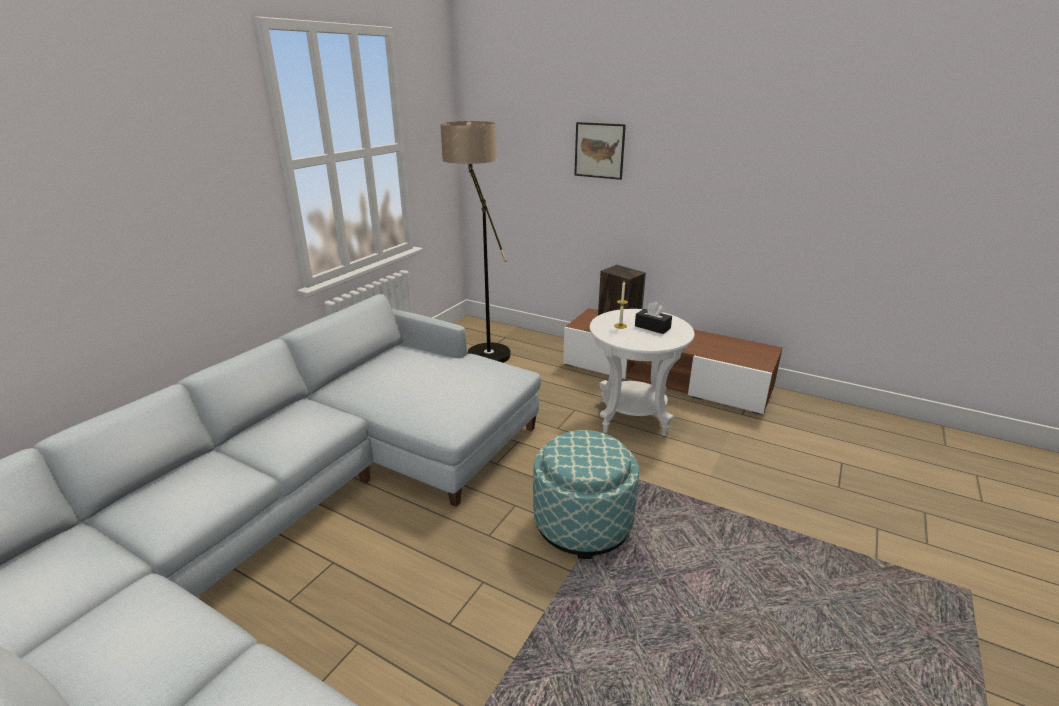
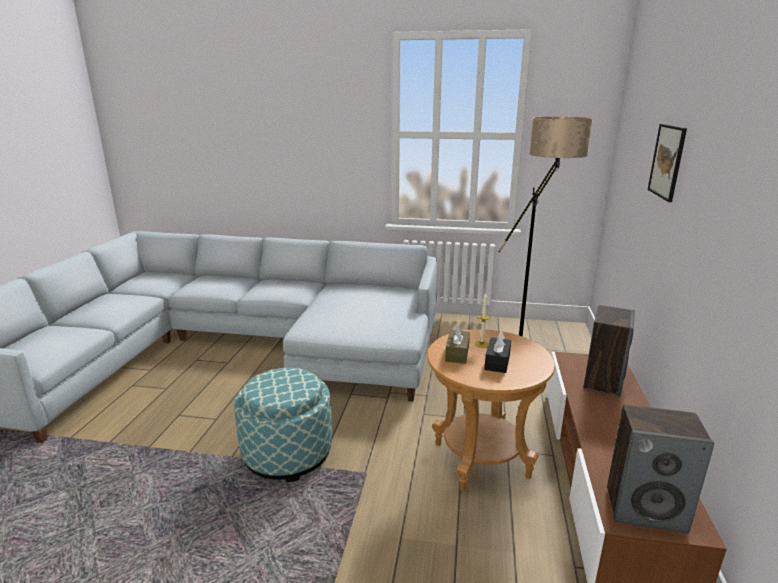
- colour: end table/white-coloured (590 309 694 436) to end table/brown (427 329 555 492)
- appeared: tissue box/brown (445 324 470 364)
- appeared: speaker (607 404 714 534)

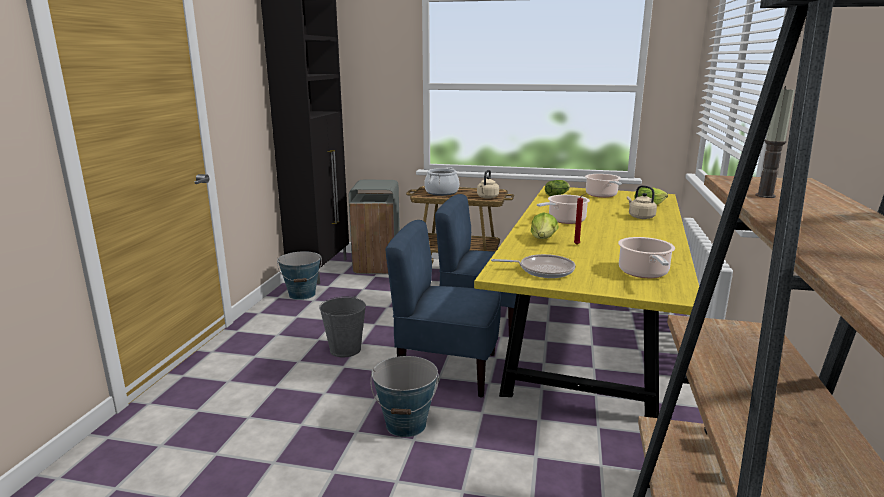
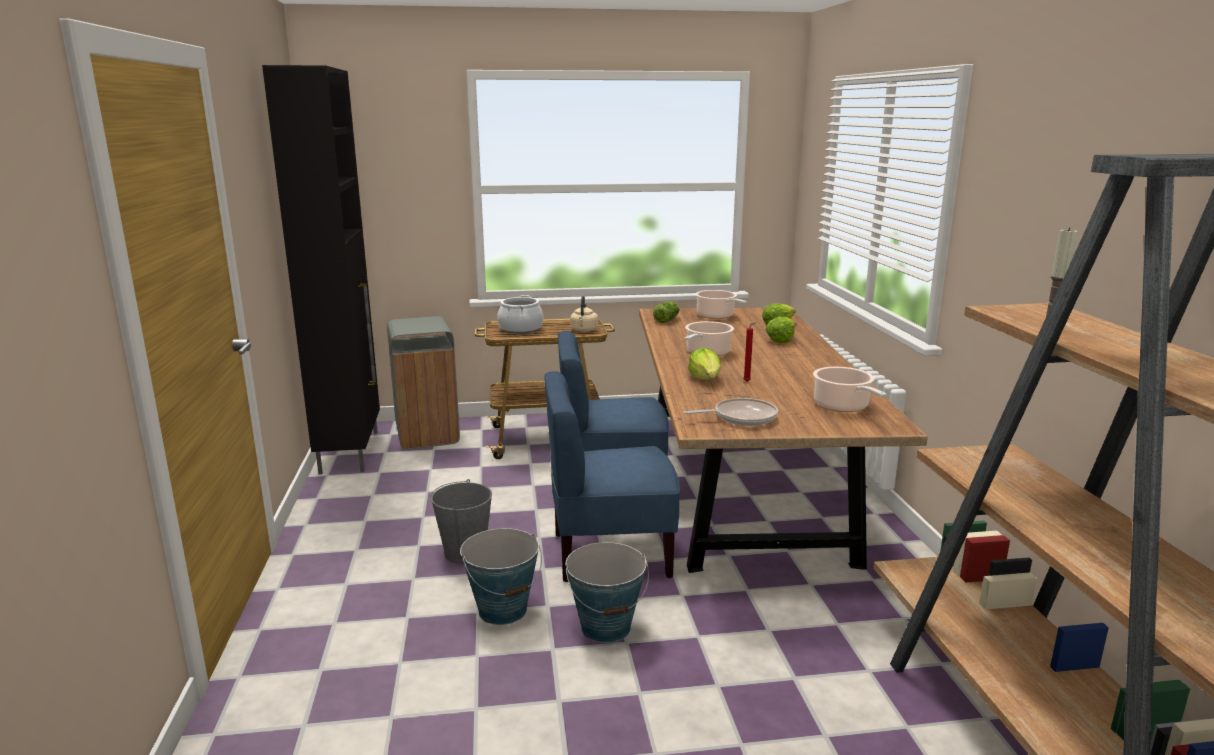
- relocated: bucket (277 252 322 300) to (460 528 542 625)
- colour: dinner table/yellow-coloured (474 186 699 418) to dinner table/brown (639 308 928 573)
- exchanged: water kettle/beige (627 185 657 219) to lettuce (765 317 795 343)

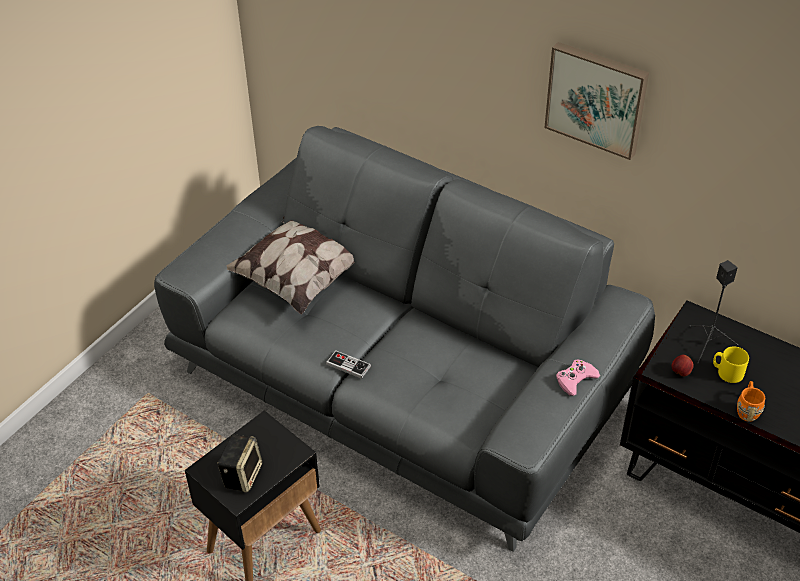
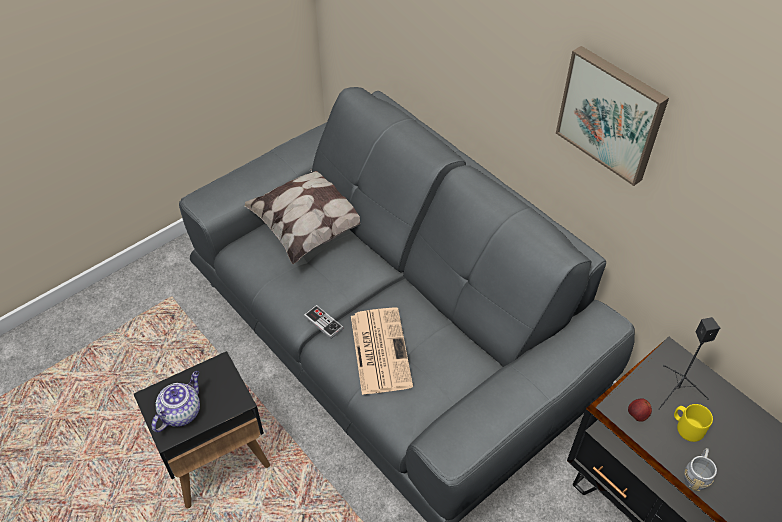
- exchanged: speaker (217 434 263 493) to pot for tea (152 371 200 432)
- missing: joypad/pinkish (556 359 600 396)
- colour: tea mug/orange-coloured (737 381 765 422) to tea mug/grey (684 448 717 491)
- appeared: daily paper (351 307 413 395)

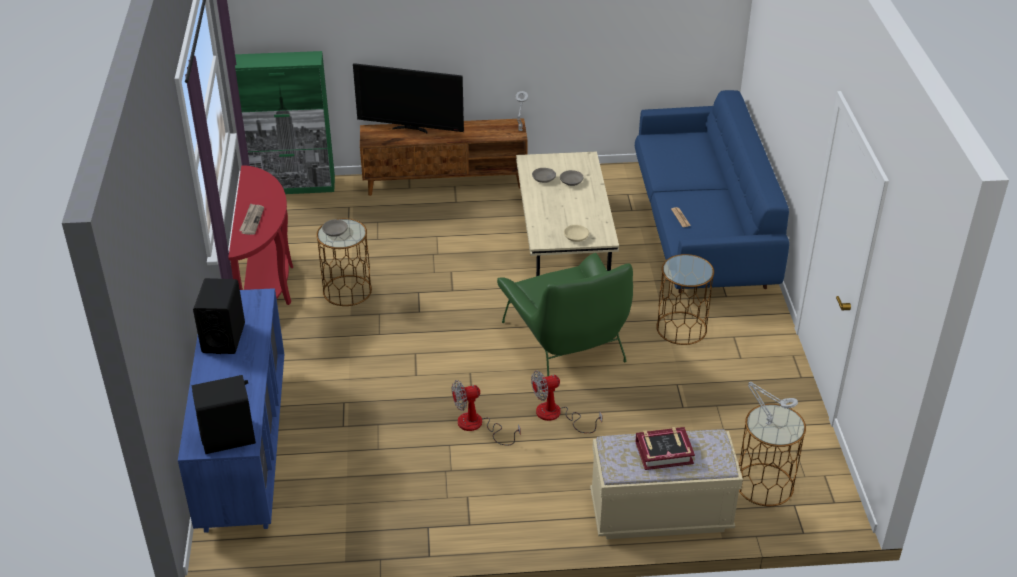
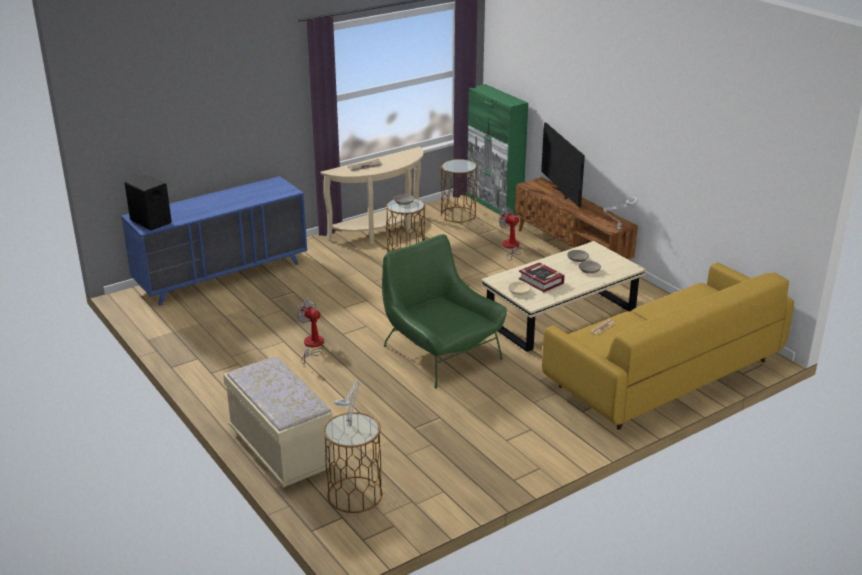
- missing: speaker/blackish (193 278 245 354)
- colour: narrow table/red (228 165 293 305) to narrow table/beige (320 147 423 244)
- spun: armchair/greenish (497 253 633 376) = (382 234 507 388) 105 degrees clockwise
- relocated: electric fan (531 370 603 433) to (499 208 522 261)
- colour: settee/blue-coloured (635 90 789 293) to settee/yellow-coloured (542 262 794 430)
- relocated: bound book (635 427 695 470) to (519 263 565 292)
- relocated: end table/brown (656 254 714 345) to (441 159 477 222)

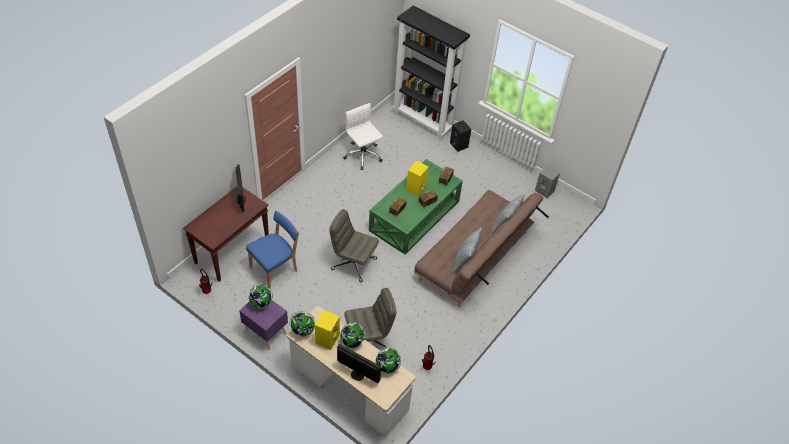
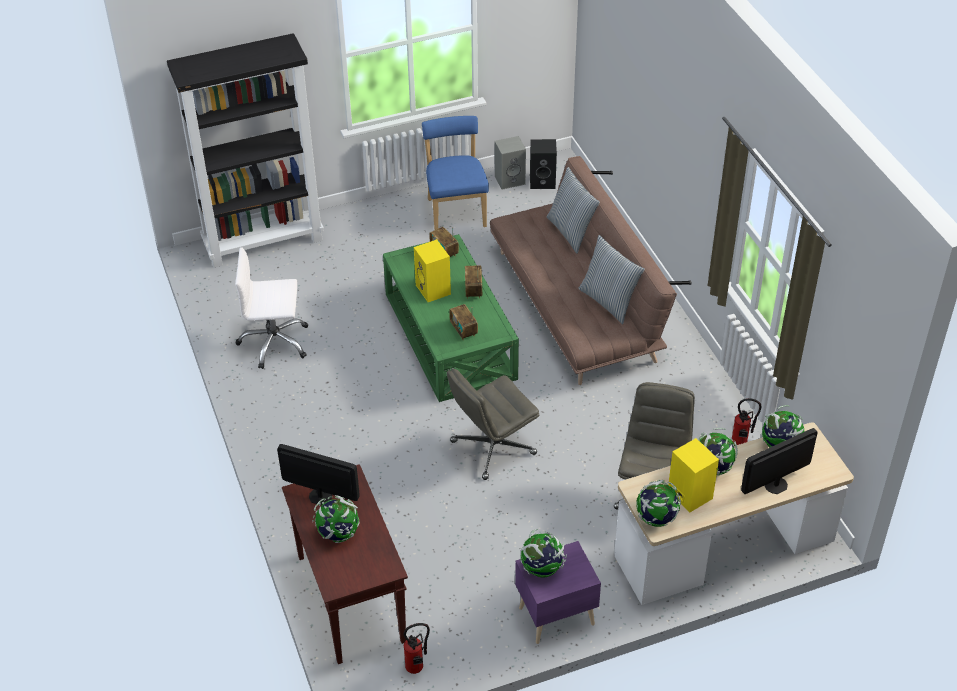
- relocated: plain chair/blue-coloured (246 211 299 289) to (422 116 489 230)
- relocated: speaker/blackish (450 120 471 152) to (530 139 557 189)
- appeared: world globe (312 495 360 543)

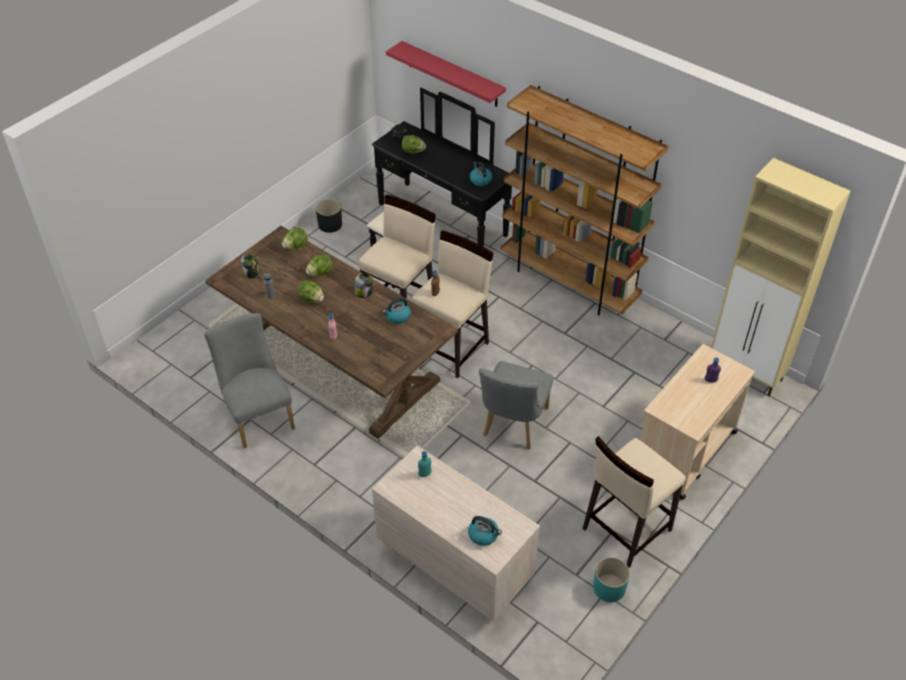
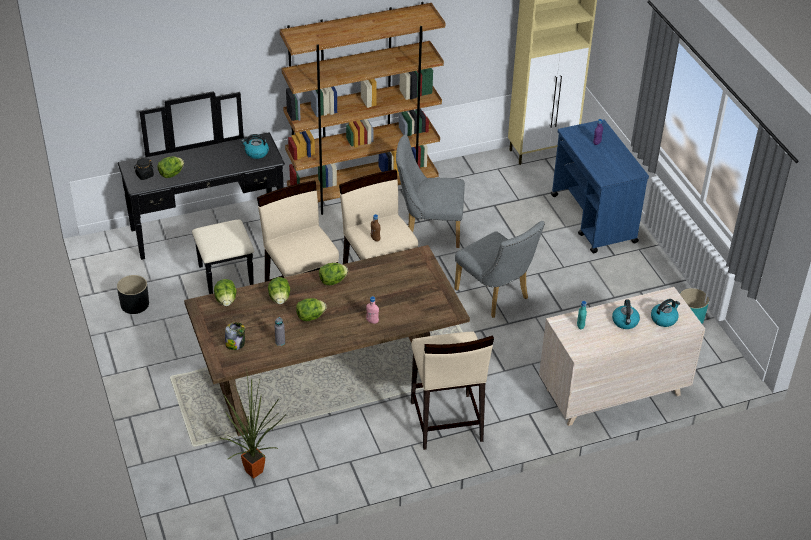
- relocated: plain chair/grey (204 313 295 448) to (396 134 465 248)
- exchanged: storage jar (355 273 373 298) to lettuce (319 263 348 285)
- relocated: water kettle (382 298 411 324) to (612 300 640 329)
- missing: wall shelf/red (386 41 506 107)
- relocated: stool seat/beige (583 436 686 568) to (411 331 494 450)
- colour: wheeled cart/beige (640 344 755 500) to wheeled cart/blue-coloured (551 120 649 253)
- appeared: potted plant (221 367 285 478)

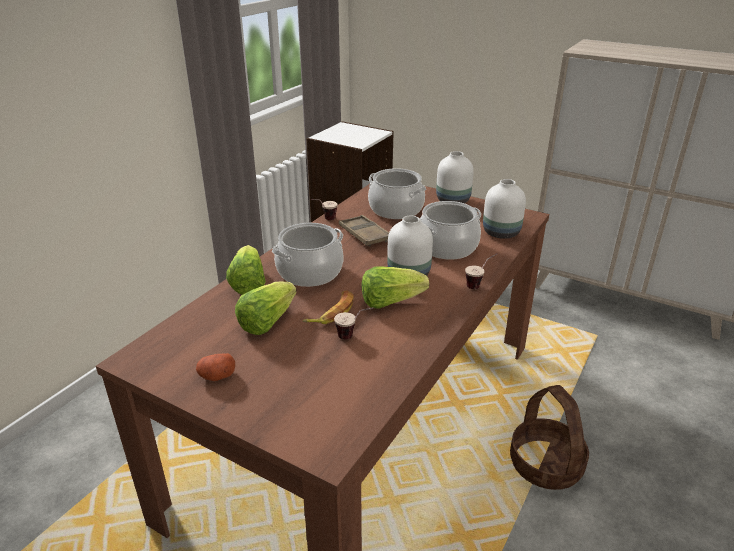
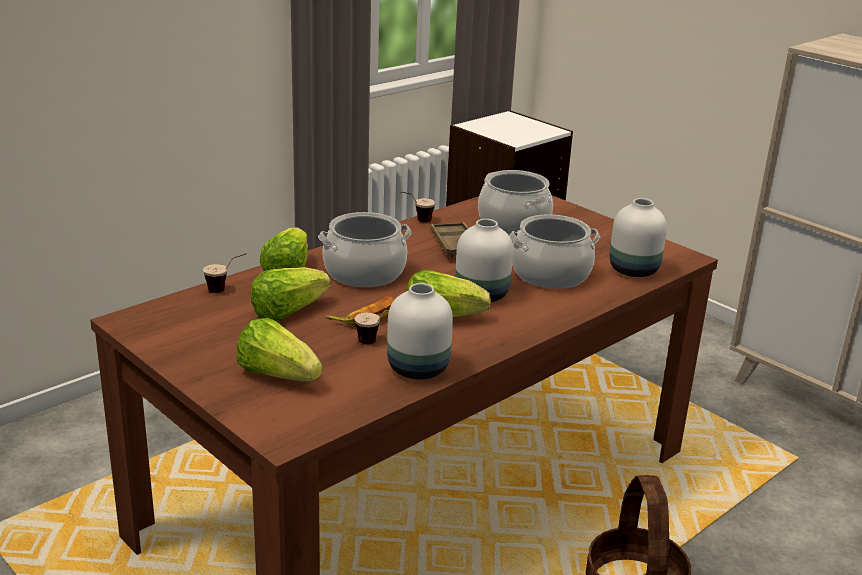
- missing: spud (196 353 235 381)
- relocated: decorative vase/white-coloured (436 151 474 203) to (387 283 453 380)
- relocated: cup (465 254 497 289) to (203 253 247 293)
- appeared: lettuce (237 318 322 381)

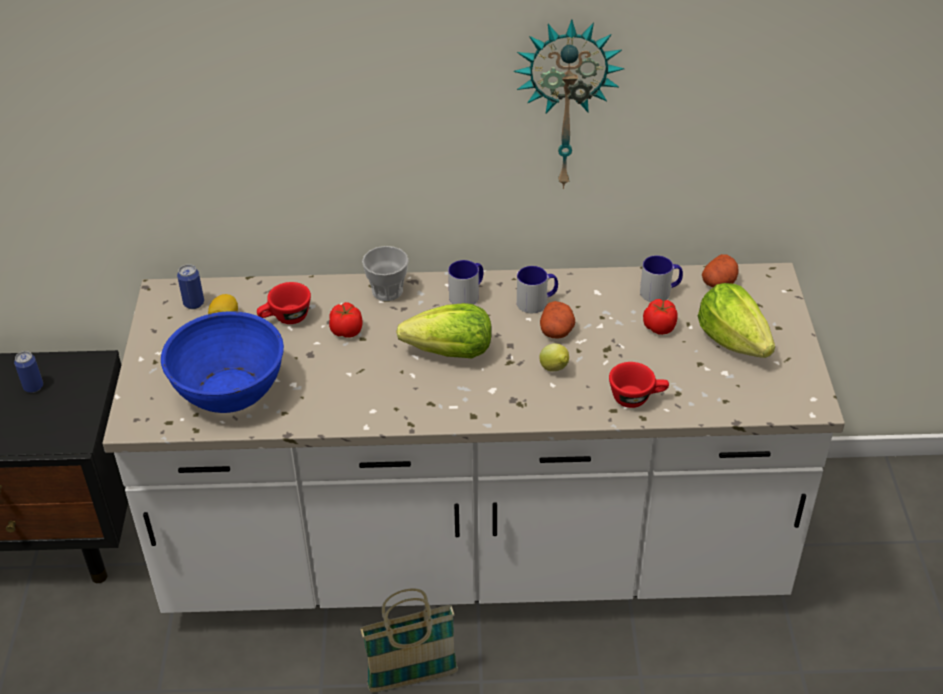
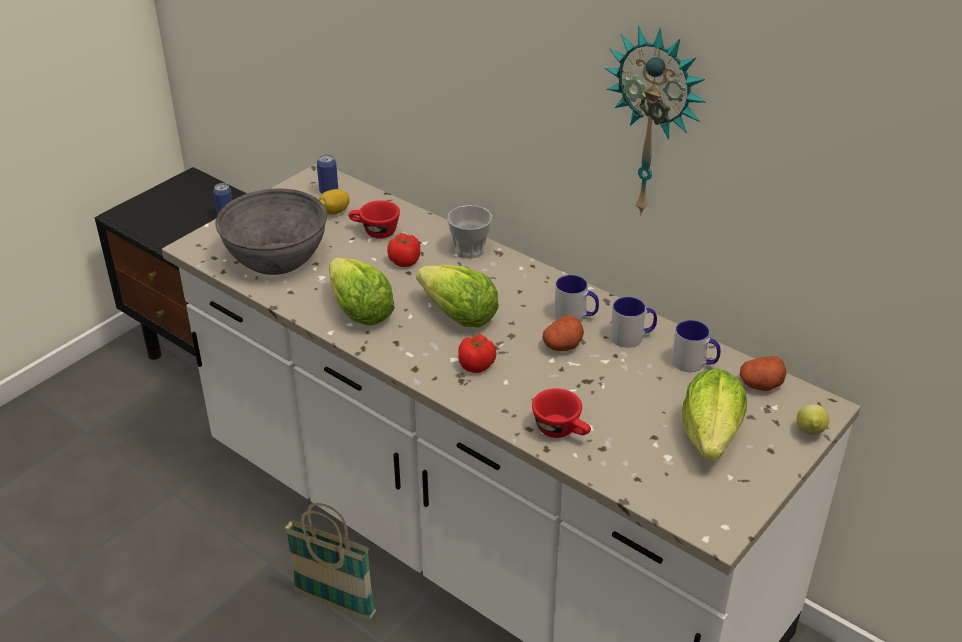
- colour: bowl/blue-coloured (161 311 284 413) to bowl/grey (215 189 327 275)
- relocated: tea mug (448 260 483 304) to (610 297 657 348)
- relocated: citrus fruit (539 343 569 372) to (797 404 829 435)
- relocated: tomato (643 299 677 335) to (458 335 497 373)
- appeared: lettuce (329 257 395 326)

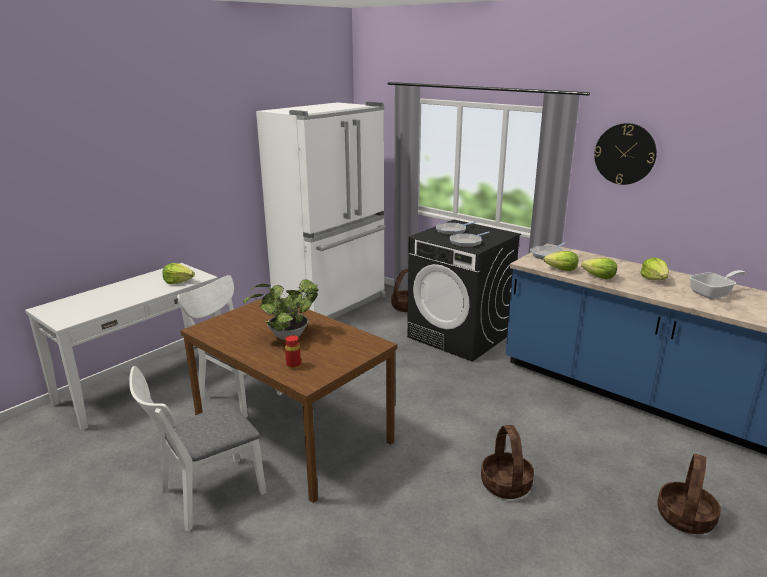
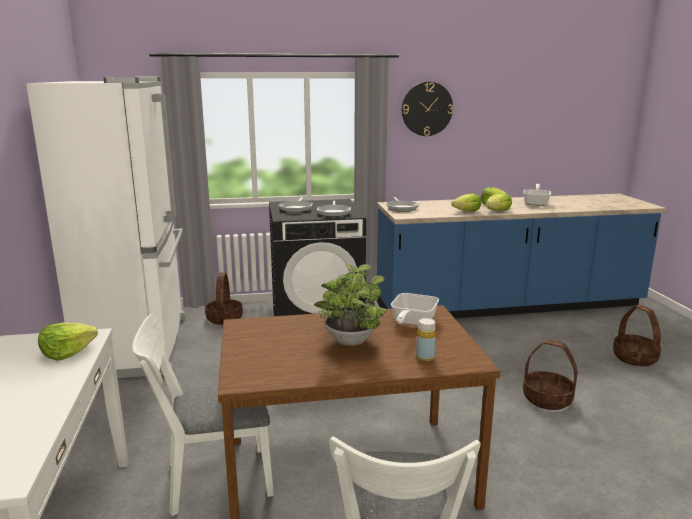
- colour: beverage bottle/red (285 335 301 369) to beverage bottle/yellow-coloured (416 318 436 362)
- relocated: lettuce (544 251 578 271) to (485 193 512 211)
- appeared: pan (391 293 439 326)

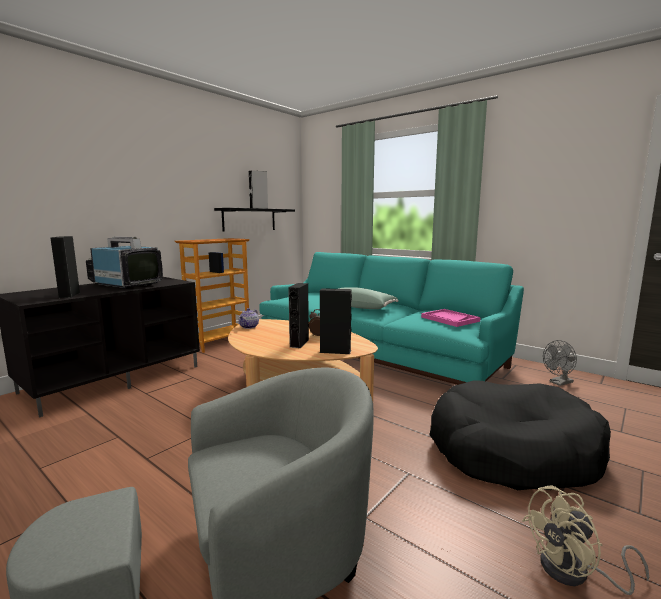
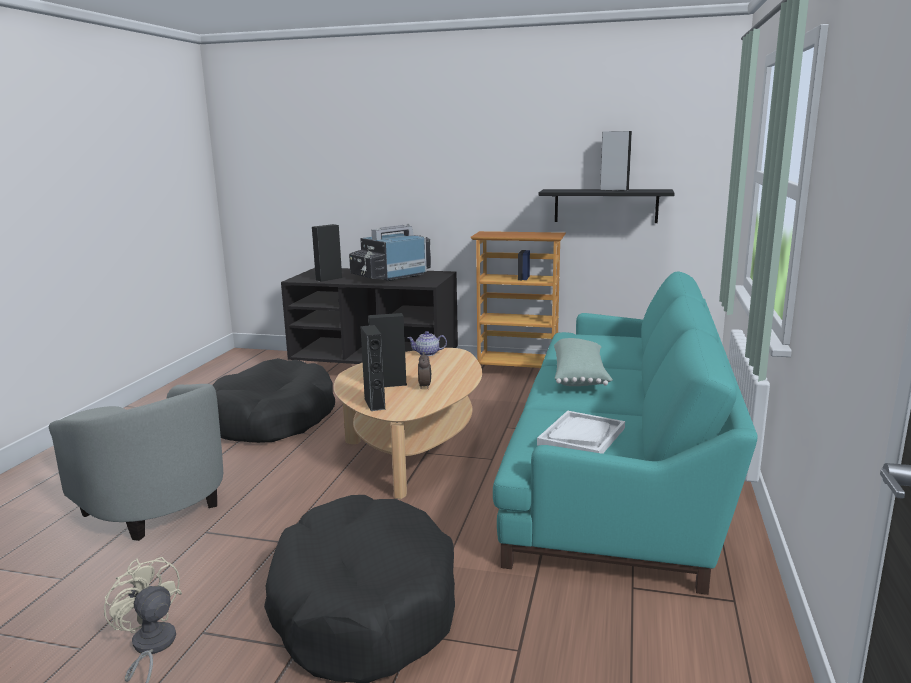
- spun: TV (86 236 163 289) = (349 224 431 281) 135 degrees counterclockwise
- colour: carrying tray/pinkish (421 309 481 327) to carrying tray/white-coloured (537 411 625 454)
- missing: electric fan/grey (543 340 577 386)
- appeared: dog cushion/blackish (213 358 335 443)

